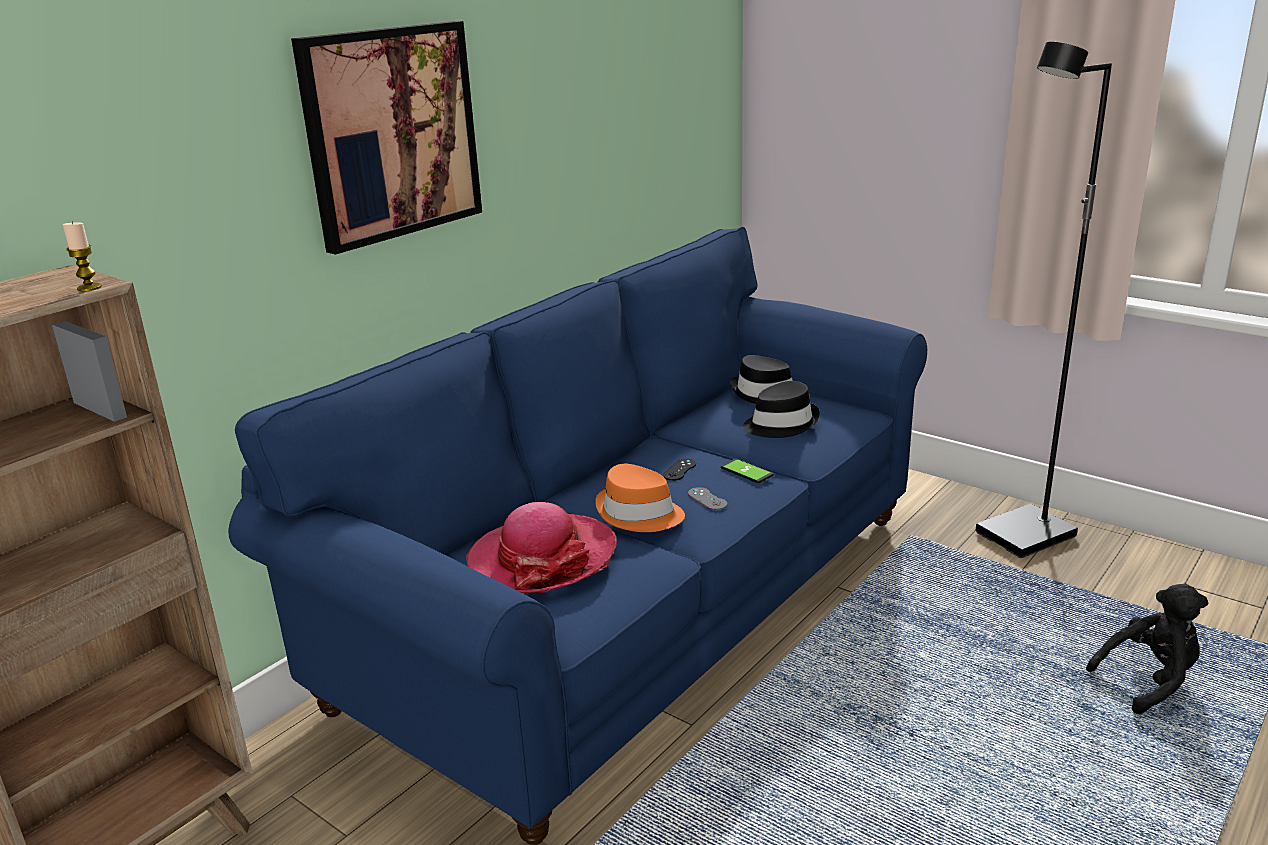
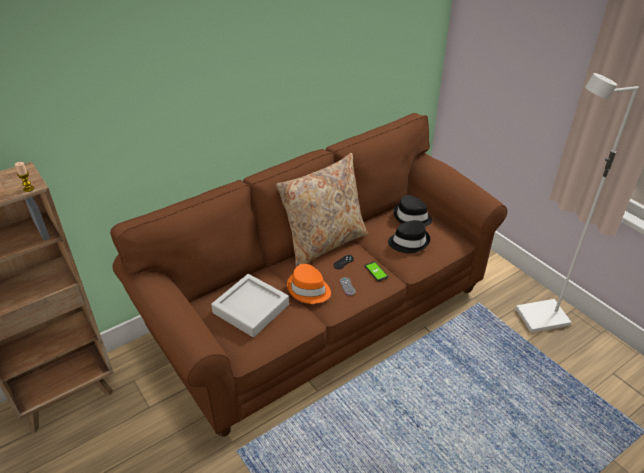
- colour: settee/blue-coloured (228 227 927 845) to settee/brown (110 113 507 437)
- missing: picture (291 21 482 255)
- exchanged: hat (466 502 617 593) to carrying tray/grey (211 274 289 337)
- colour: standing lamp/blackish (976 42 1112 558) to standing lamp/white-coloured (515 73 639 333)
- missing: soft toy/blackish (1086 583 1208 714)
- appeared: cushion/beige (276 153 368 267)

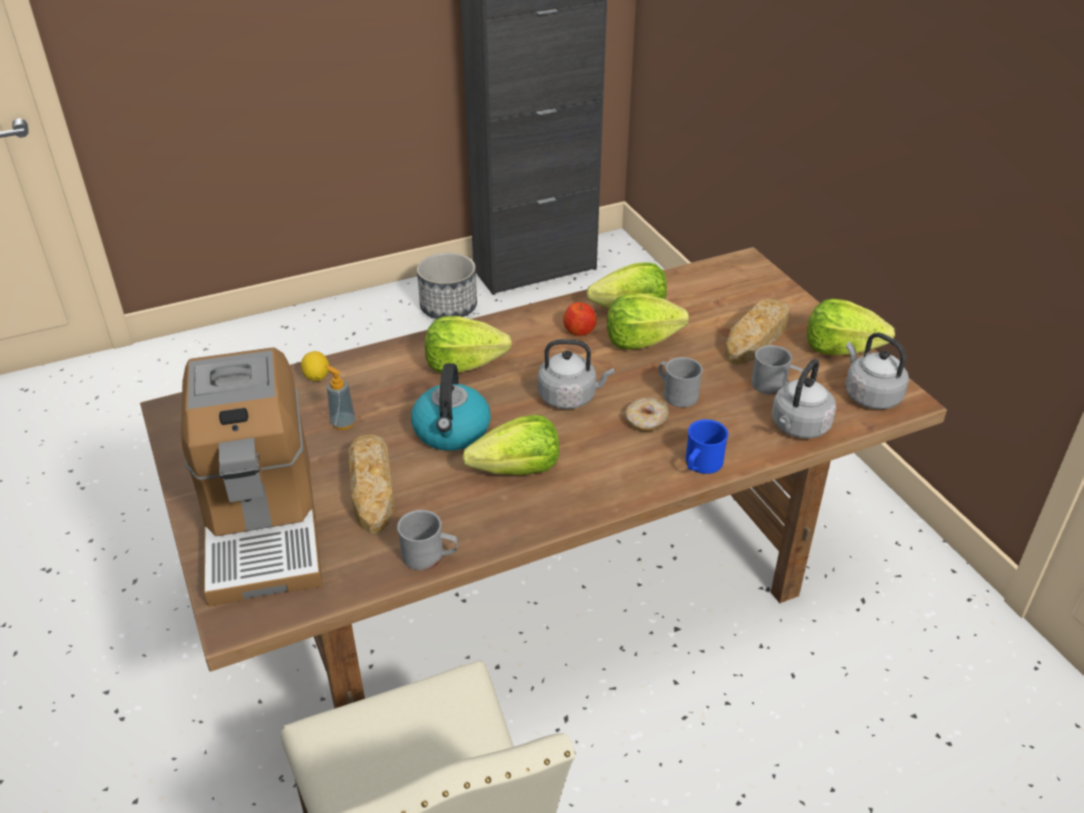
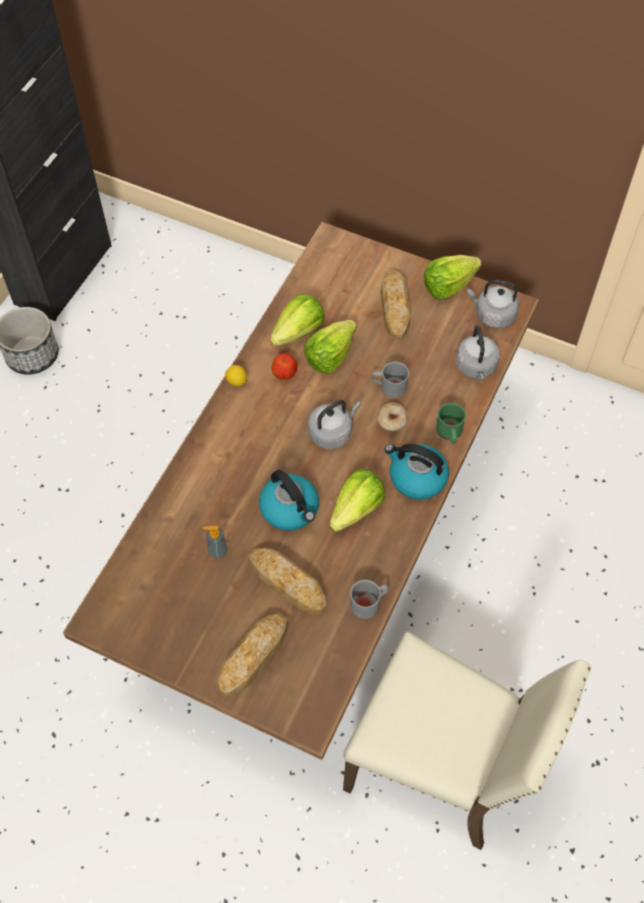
- exchanged: coffee machine (181 347 322 607) to baked bread (218 613 288 696)
- relocated: citrus fruit (301 351 329 381) to (225 365 247 387)
- missing: lettuce (425 316 512 373)
- colour: tea mug/blue-coloured (686 419 728 474) to tea mug/greenish (436 403 466 444)
- missing: tea mug/grey (751 345 803 395)
- appeared: water kettle (385 444 449 499)

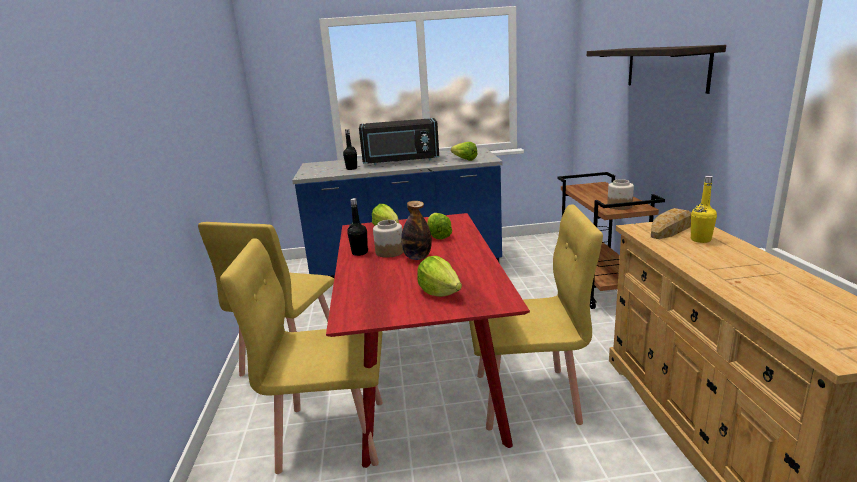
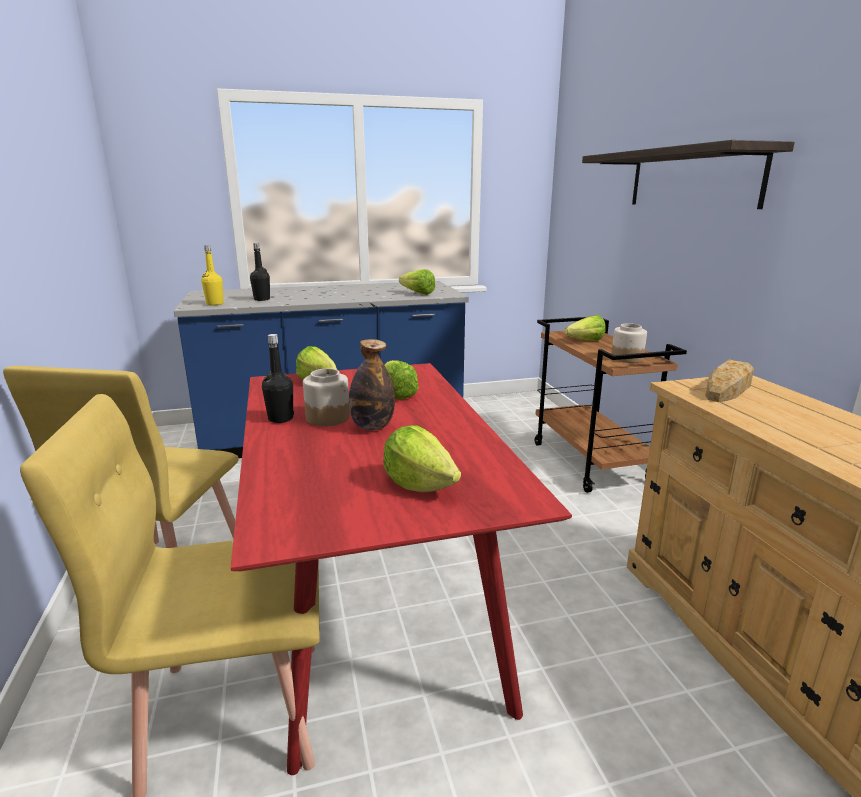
- missing: kitchen microwave/blackish (359 118 439 165)
- missing: plain chair/yellow-coloured (469 204 603 430)
- relocated: beverage bottle/yellow-coloured (691 176 717 243) to (201 245 224 305)
- appeared: lettuce (565 315 606 341)

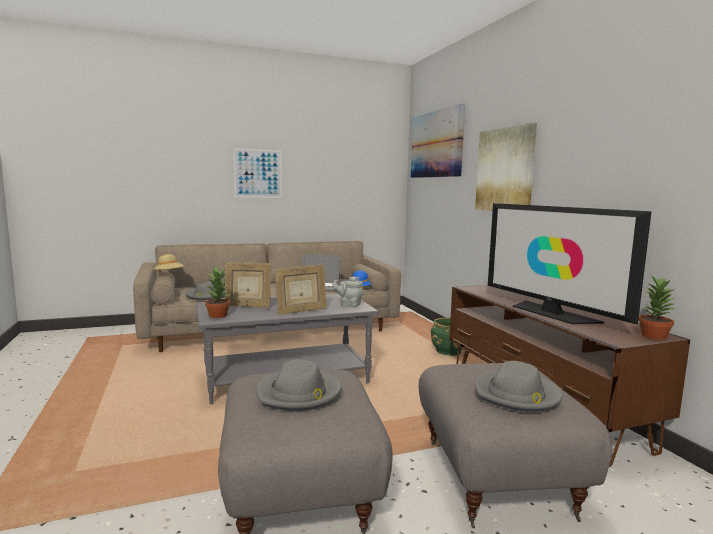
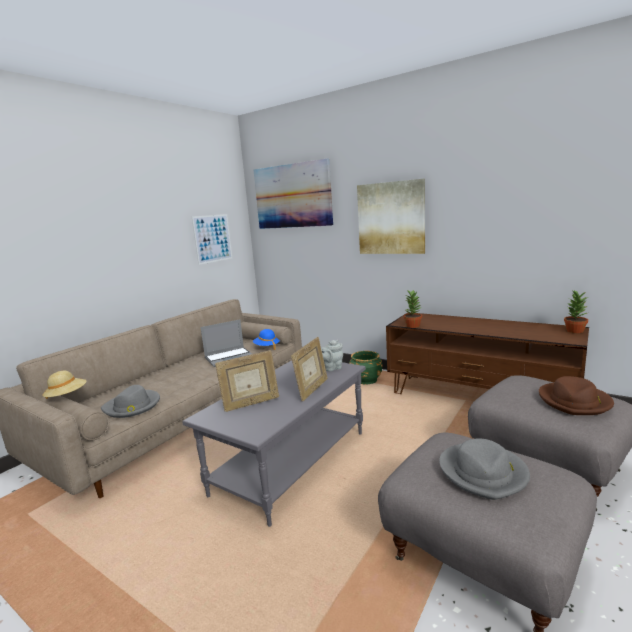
- relocated: potted plant (205 267 230 318) to (404 290 422 328)
- relocated: picture (233 148 282 198) to (192 214 232 265)
- colour: hat/grey (475 361 563 412) to hat/brown (539 376 614 415)
- missing: TV (488 203 652 324)

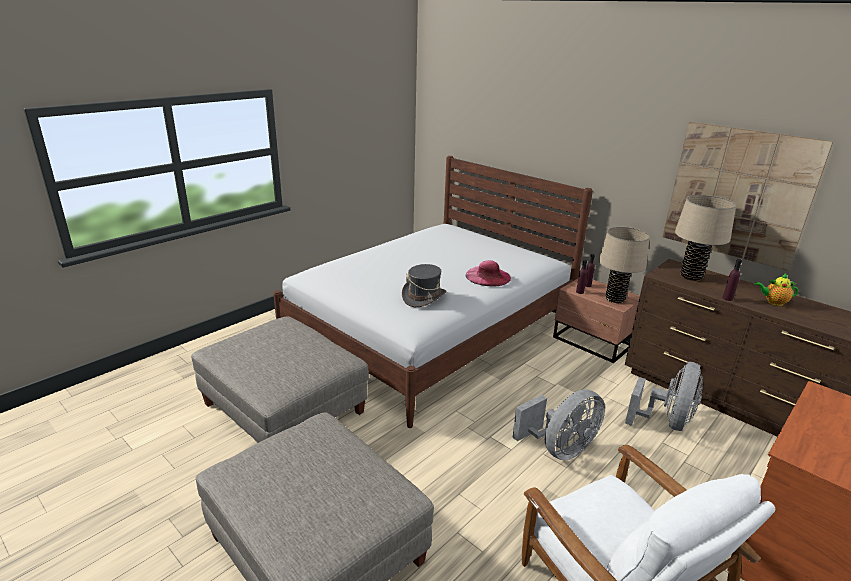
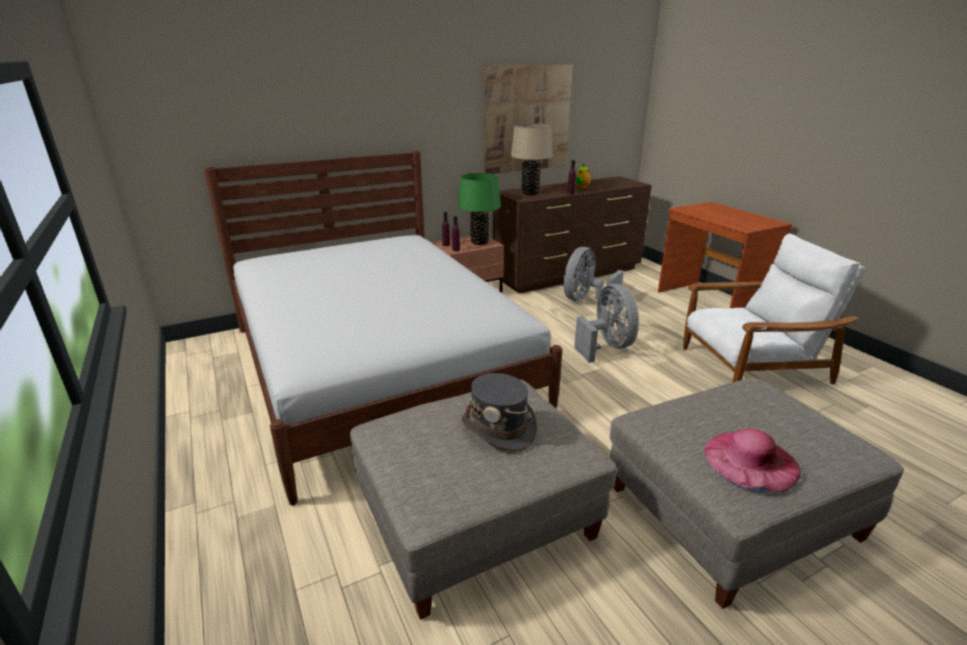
- relocated: hat/grey (402 264 447 307) to (461 373 537 451)
- relocated: hat/pinkish (465 260 511 287) to (704 429 800 492)
- colour: table lamp/beige (599 227 650 303) to table lamp/greenish (458 173 501 245)
- spun: electric fan/grey (625 362 703 431) = (564 247 624 306) 105 degrees counterclockwise

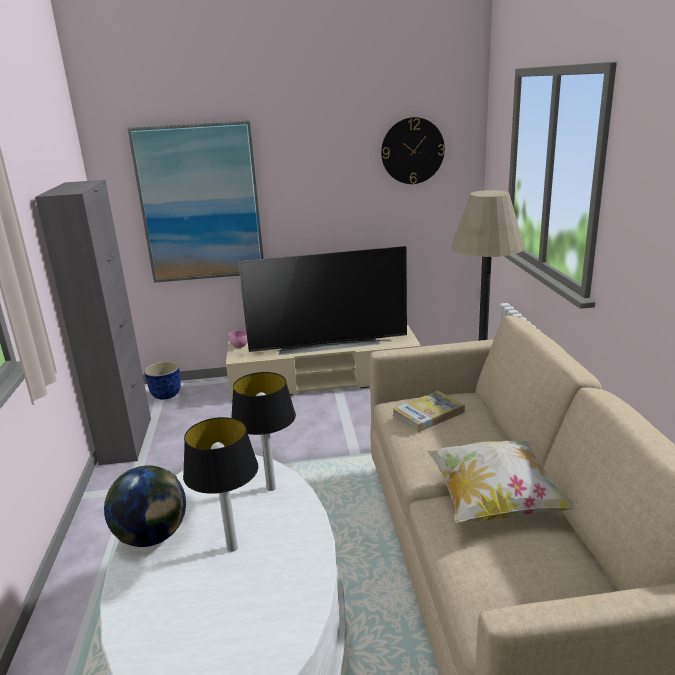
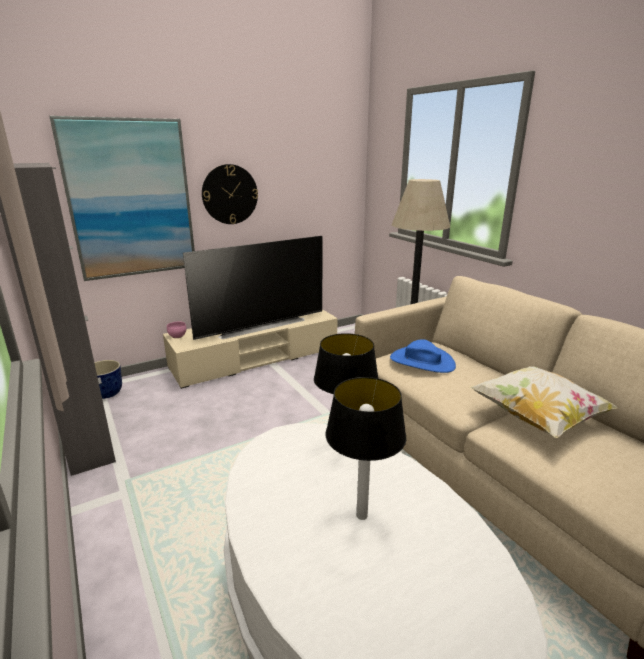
- missing: world globe (104 465 186 547)
- relocated: clock on the wall (381 117 445 184) to (202 164 258 224)
- exchanged: bound book (392 391 465 432) to hat/blue-coloured (390 339 456 373)

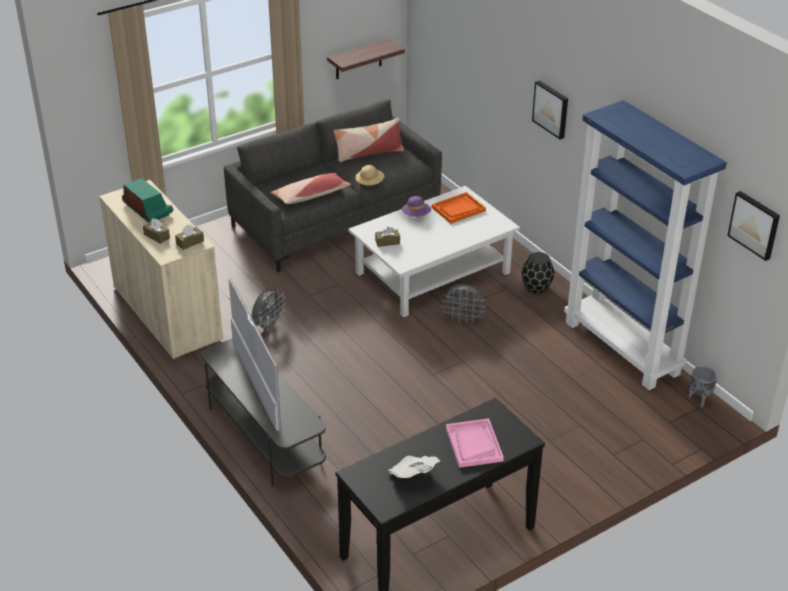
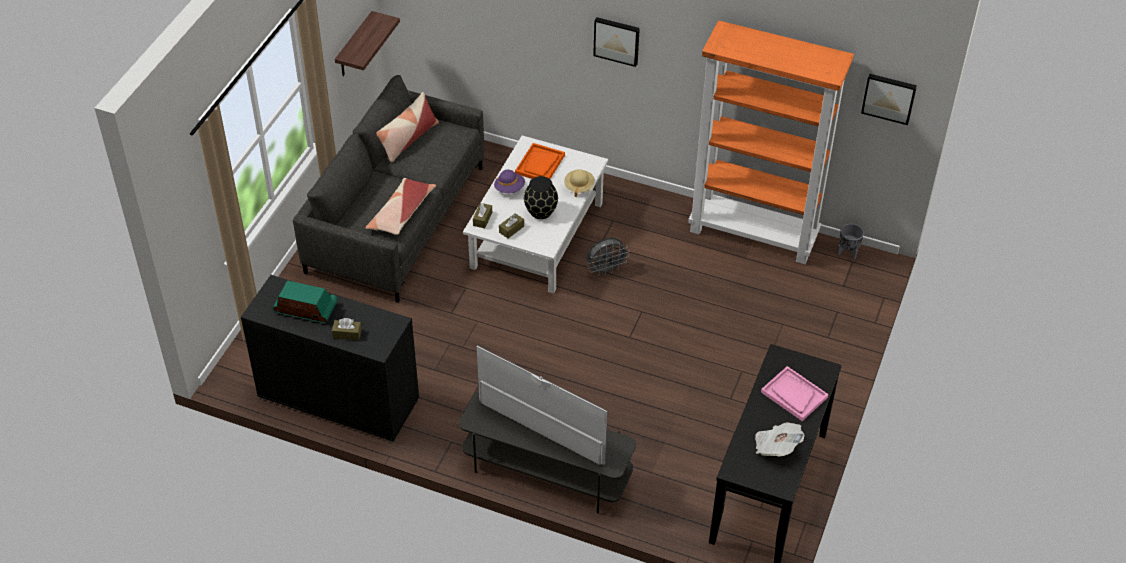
- colour: storage cabinet/beige (99 180 223 360) to storage cabinet/blackish (241 275 419 442)
- relocated: tissue box/brown (175 224 204 250) to (473 203 492 228)
- missing: electric fan/grey (252 289 286 332)
- relocated: hat/beige (356 165 384 188) to (564 169 595 197)
- relocated: decorative vase/blackish (522 252 554 294) to (524 176 558 219)
- colour: bookcase/blue-coloured (564 100 727 390) to bookcase/orange-coloured (688 20 854 264)

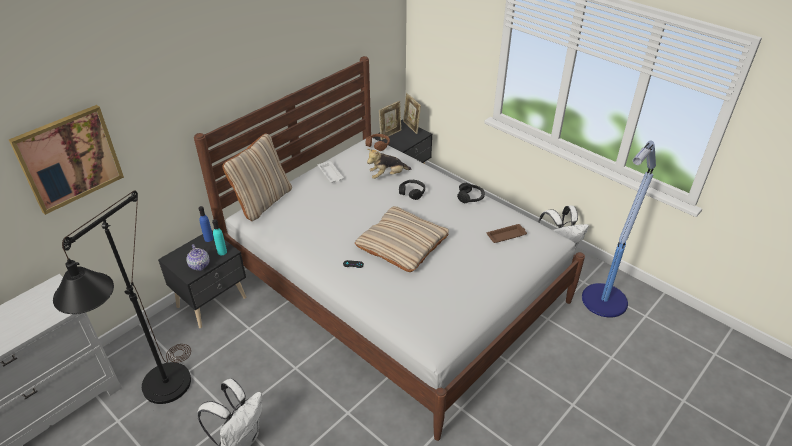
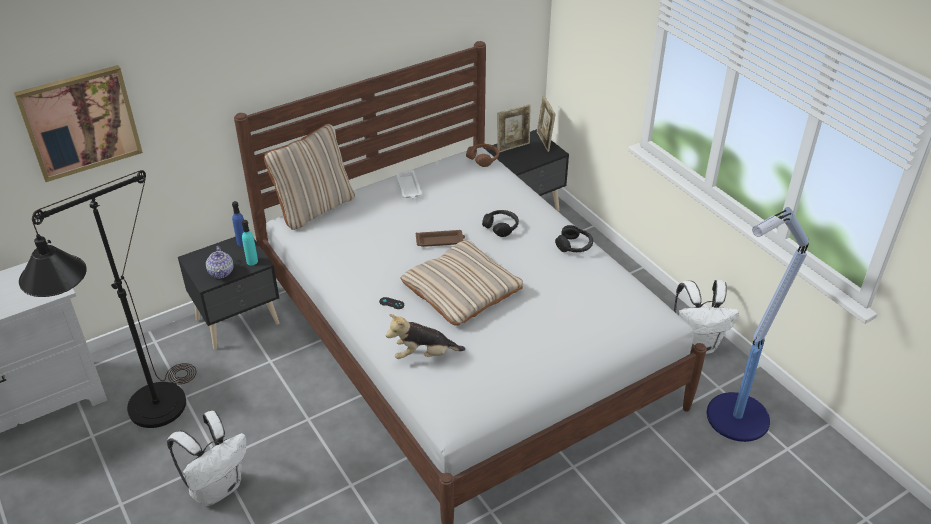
- relocated: soft toy (367 149 411 179) to (386 314 465 359)
- relocated: carrying tray/brown (487 224 527 243) to (416 230 465 247)

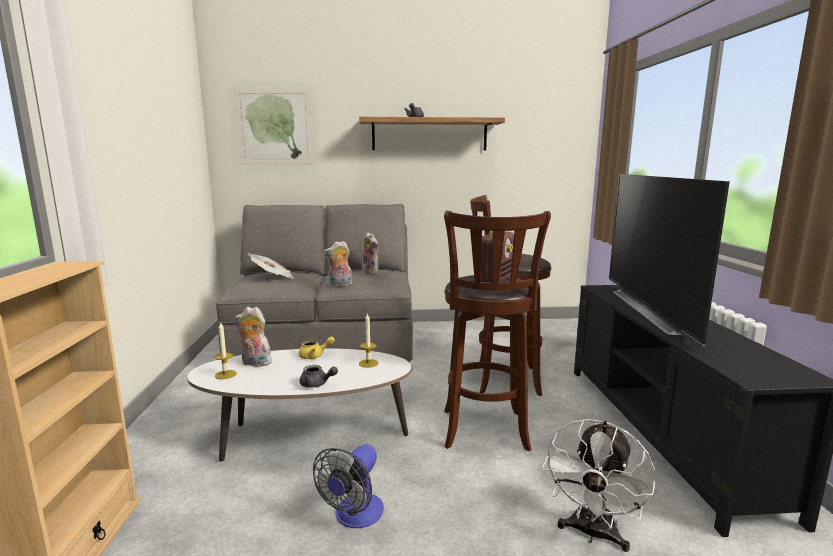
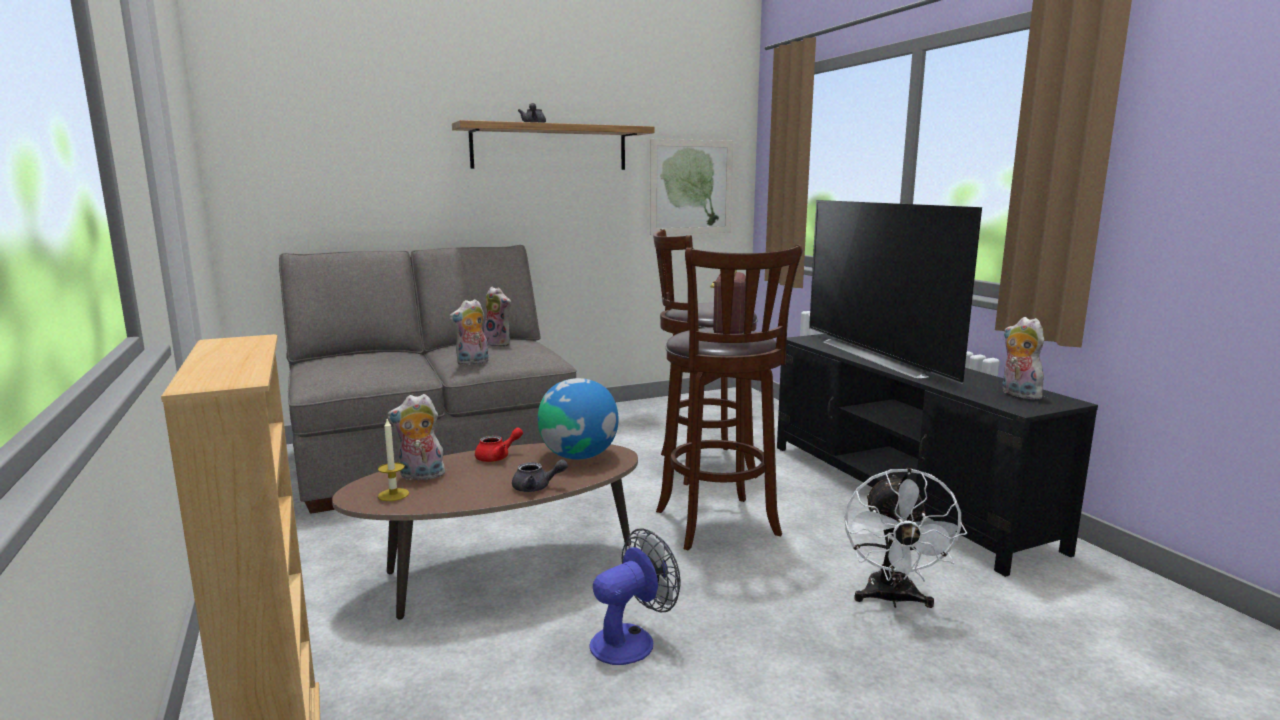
- colour: low table/white-coloured (187 348 411 462) to low table/brown (332 443 638 620)
- relocated: picture (234 87 314 165) to (650 139 733 235)
- missing: daily paper (248 253 294 279)
- colour: pot for tea/yellow-coloured (299 337 335 359) to pot for tea/red (475 428 523 462)
- spun: electric fan (313 445 384 528) = (590 528 681 665) 135 degrees counterclockwise
- exchanged: wax candle (359 313 378 368) to world globe (538 378 619 460)
- appeared: soft toy (1003 317 1044 399)

